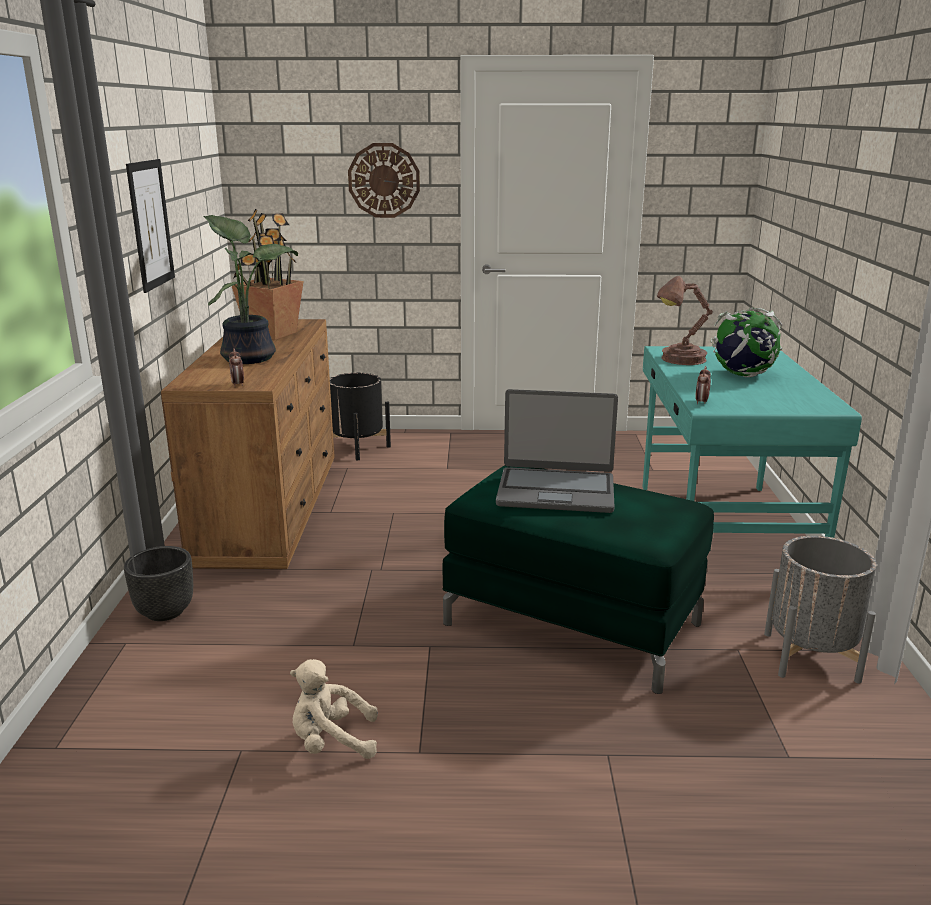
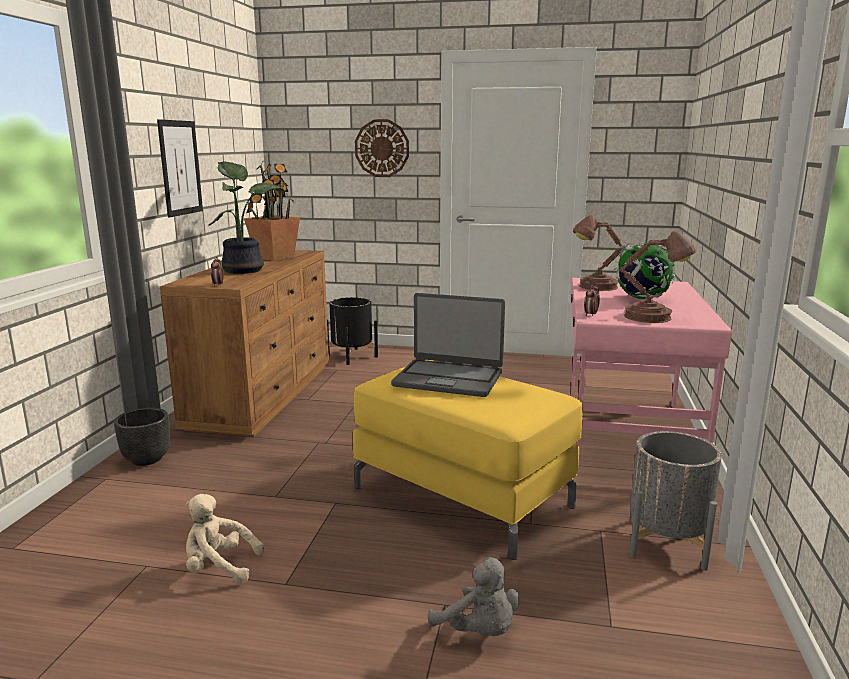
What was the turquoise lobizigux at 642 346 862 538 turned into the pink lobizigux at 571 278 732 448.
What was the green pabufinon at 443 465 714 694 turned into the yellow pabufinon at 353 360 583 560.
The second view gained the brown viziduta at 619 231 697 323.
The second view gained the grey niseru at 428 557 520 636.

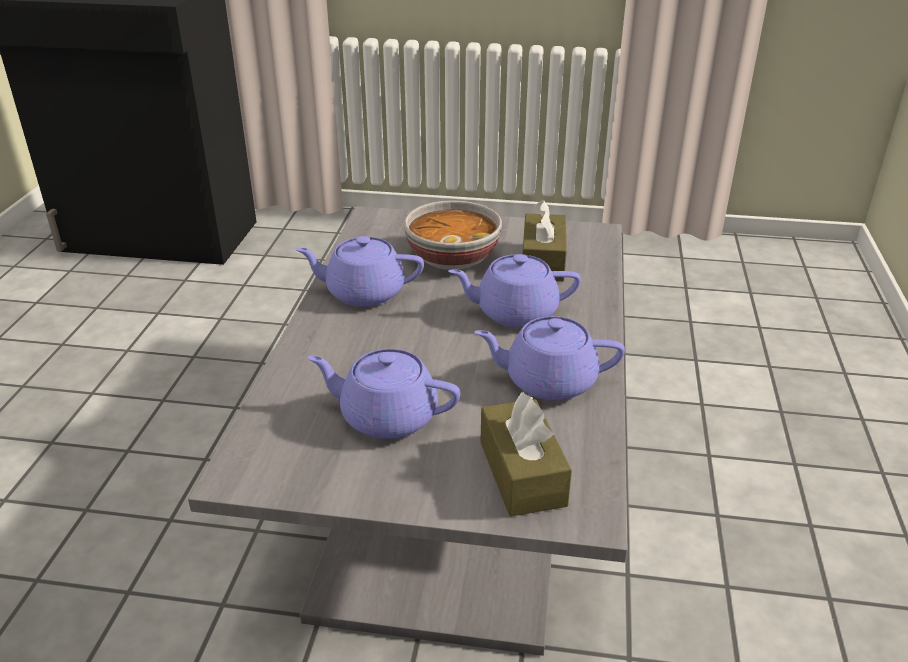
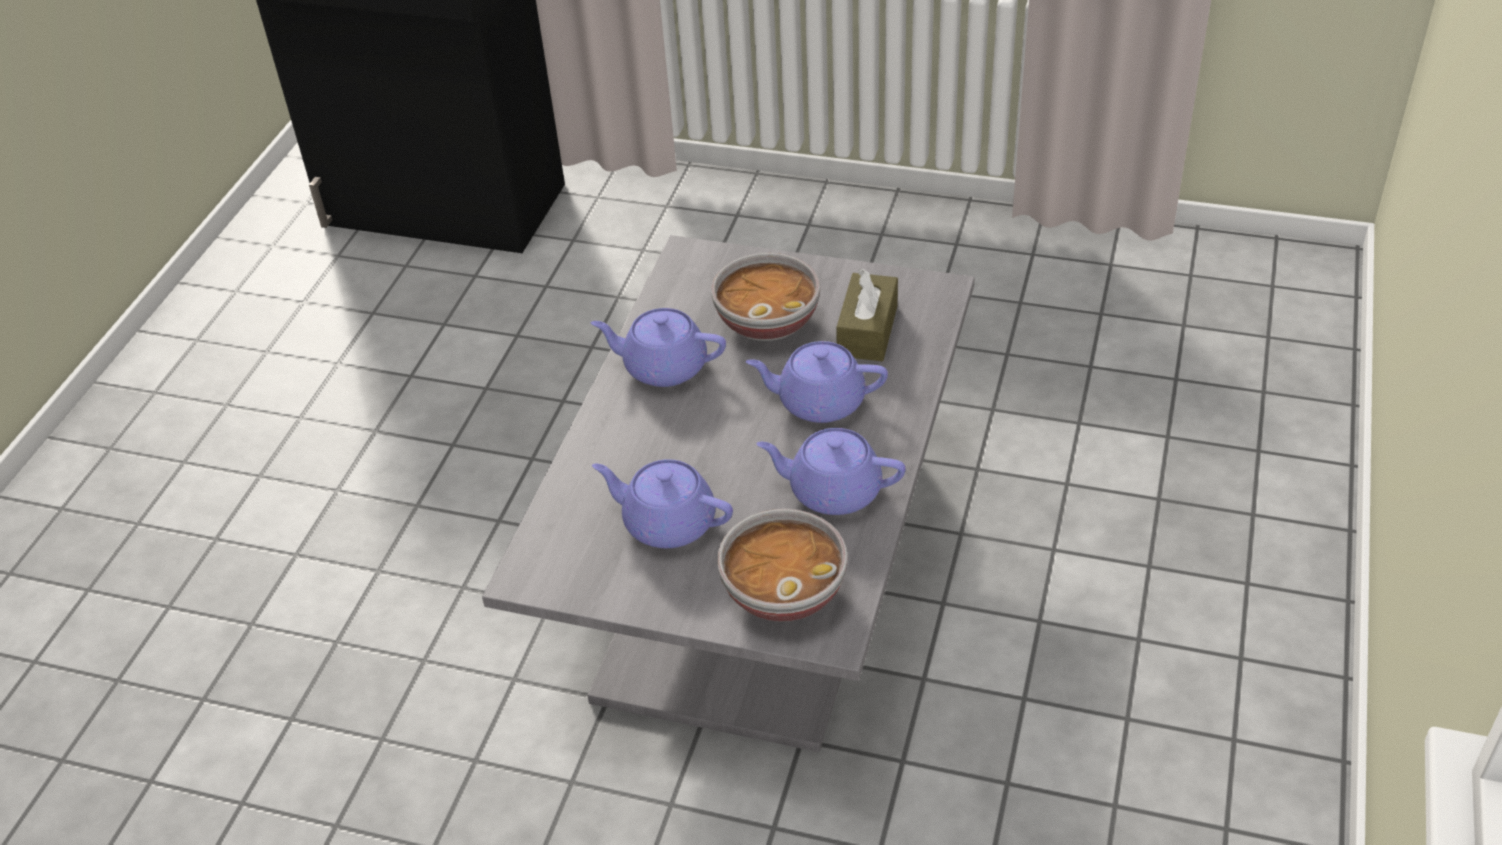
Where the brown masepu stood at 480 392 572 517, the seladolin came to stand at 717 509 848 621.

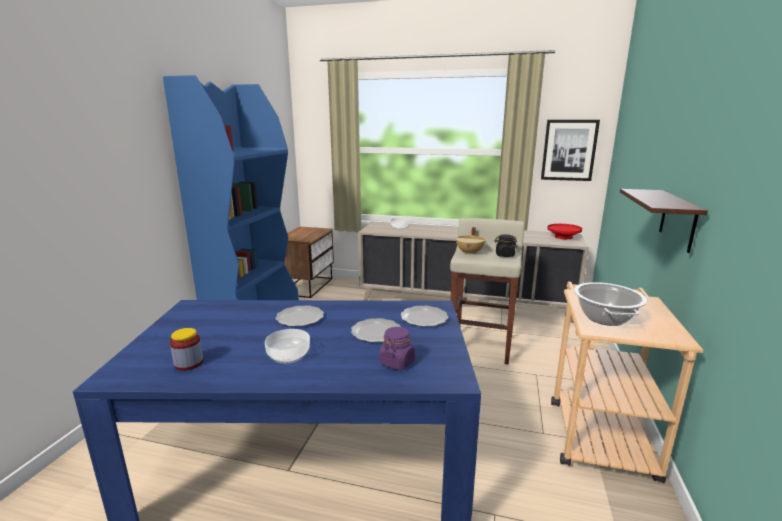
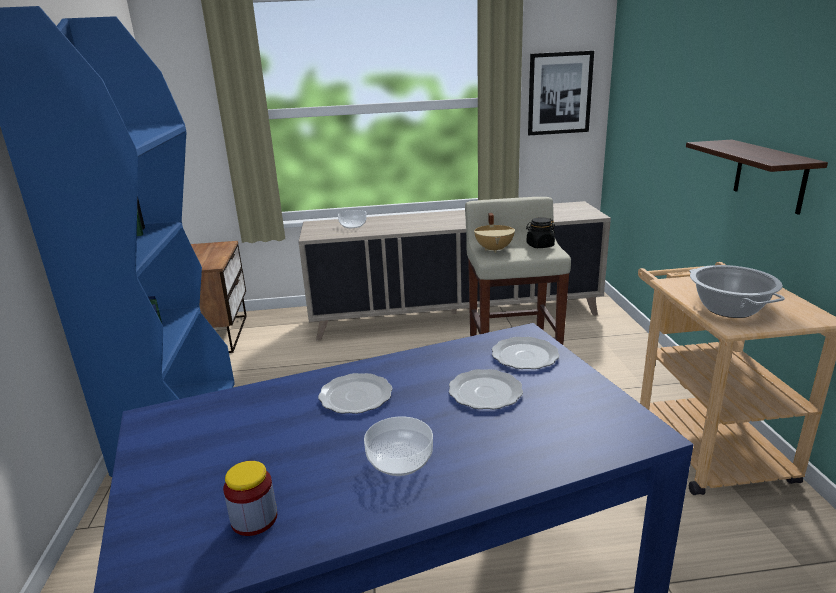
The second view lost the red seladolin at 547 224 582 239.
The second view lost the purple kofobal at 379 327 415 370.

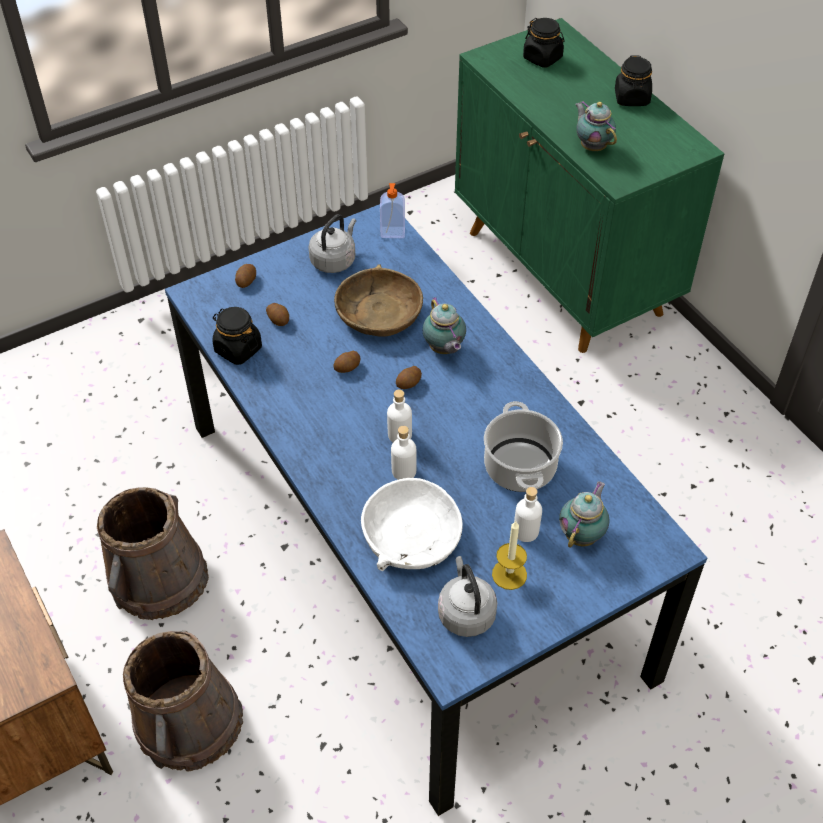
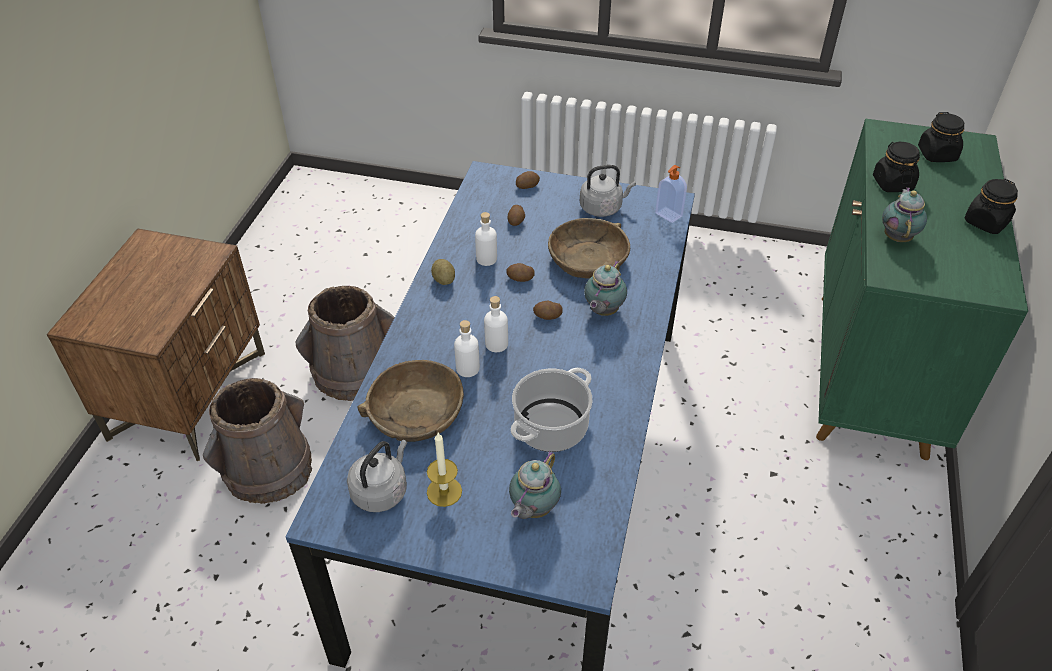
The black kofobal ended up elsewhere, having gone from 213 307 262 365 to 873 141 920 192.
What was the white seladolin at 361 478 463 571 turned into the brown seladolin at 358 360 464 442.
The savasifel at 559 481 609 548 ended up facing another way, 135 degrees clockwise from before.
The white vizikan ended up elsewhere, having gone from 514 487 542 542 to 475 212 497 266.
The second view gained the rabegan at 431 259 455 285.

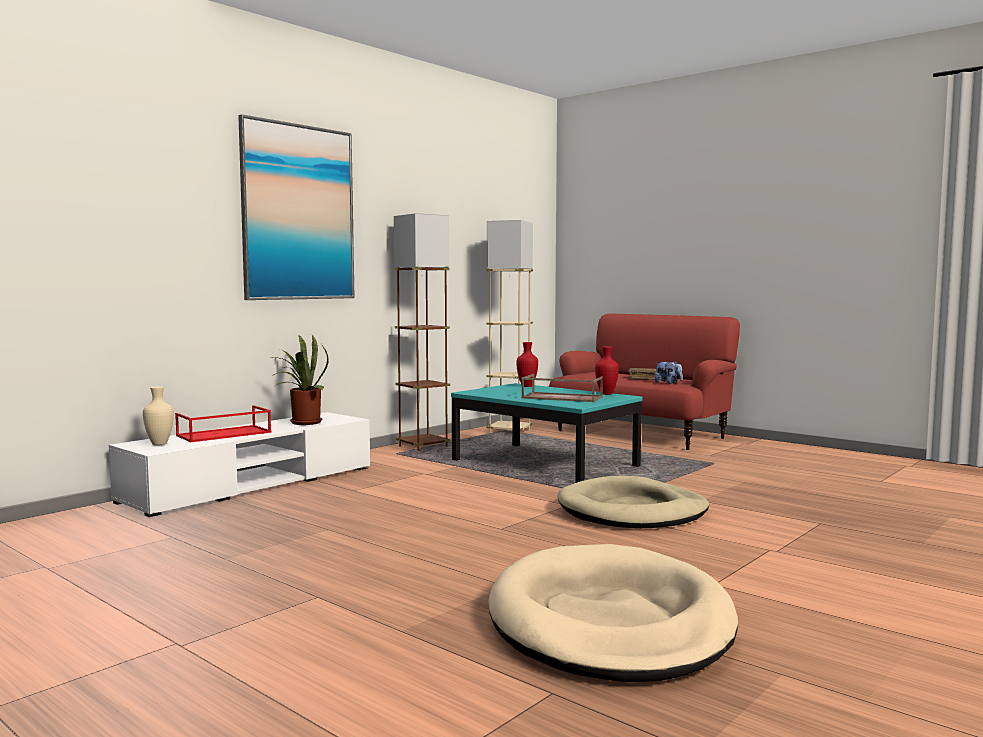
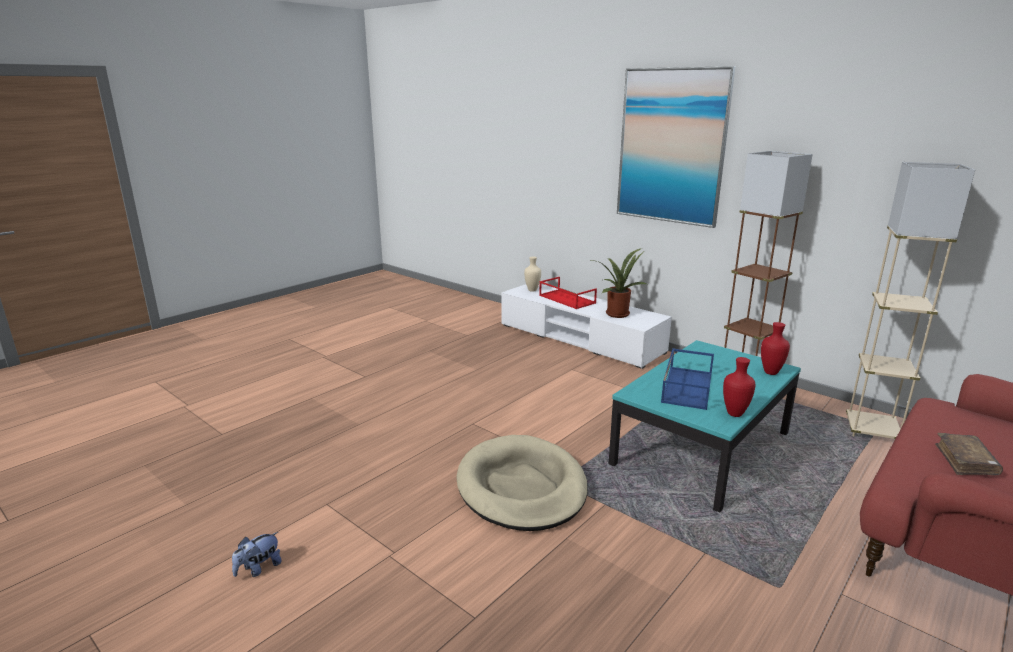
The niseru ended up elsewhere, having gone from 655 361 683 384 to 232 532 282 577.
What was the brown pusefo at 521 374 603 402 turned into the blue pusefo at 661 348 714 410.
The second view lost the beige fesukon at 488 544 738 682.

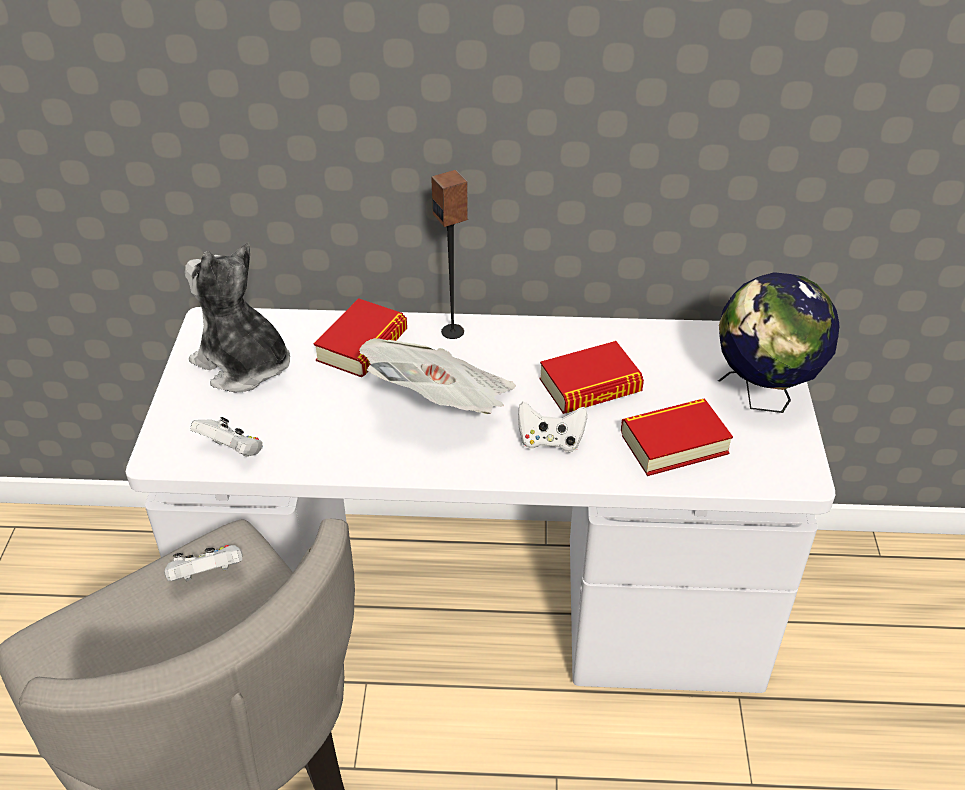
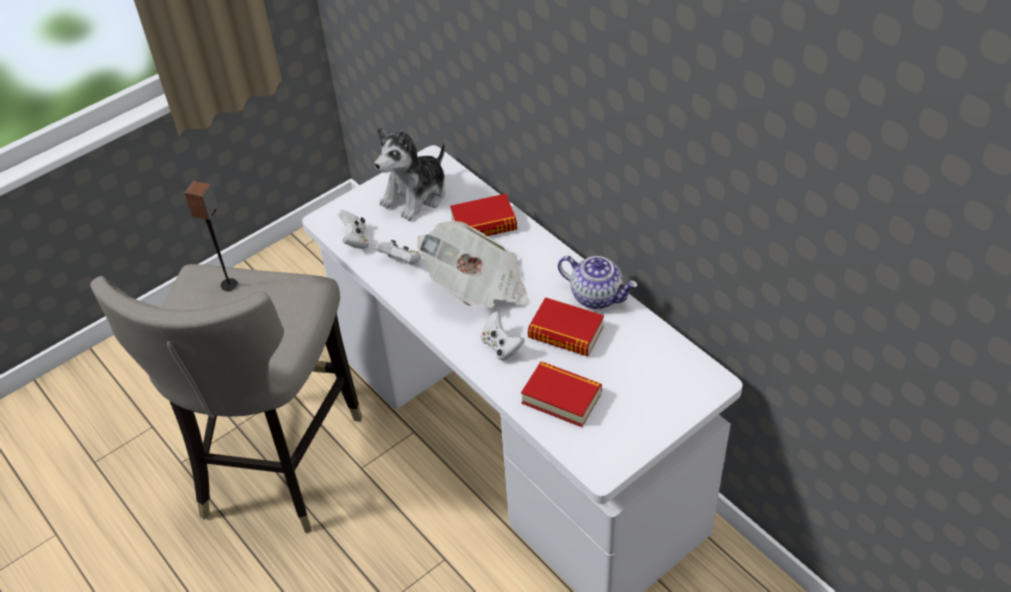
The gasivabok ended up elsewhere, having gone from 431 170 468 339 to 185 181 238 291.
The niseru at 185 243 290 392 ended up facing another way, 135 degrees counterclockwise from before.
The second view lost the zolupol at 718 272 840 413.
The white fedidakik ended up elsewhere, having gone from 164 545 243 581 to 374 240 421 265.
The second view gained the savasifel at 558 256 638 309.

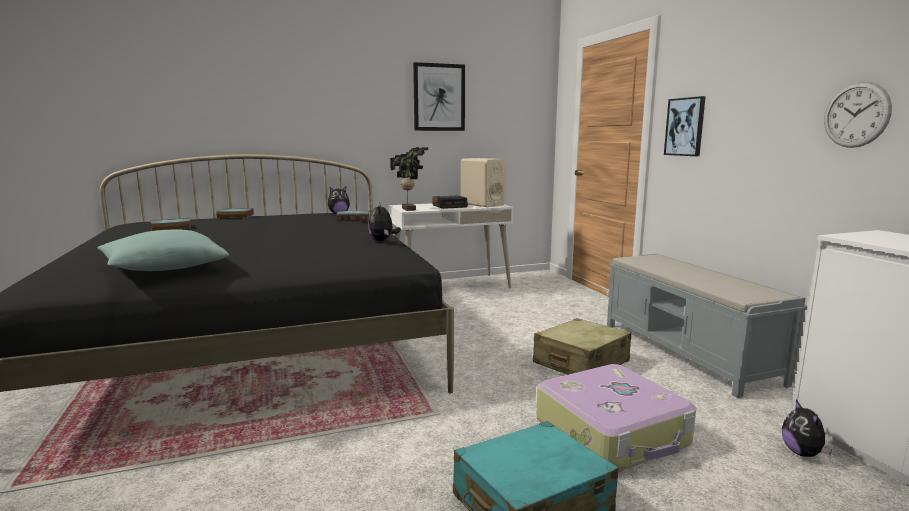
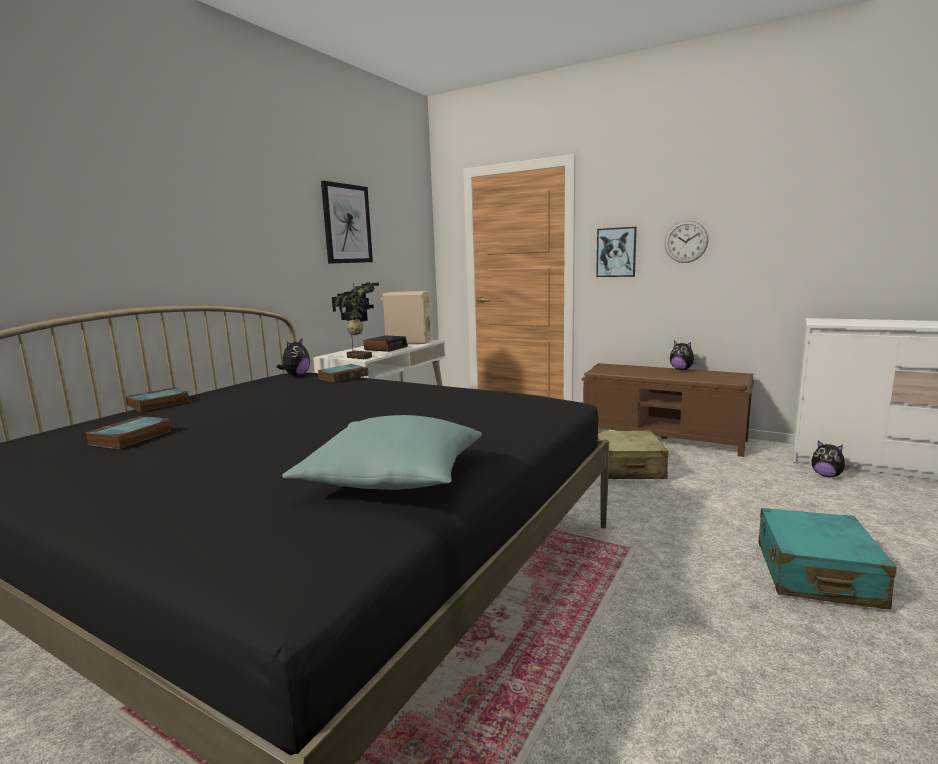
The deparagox ended up elsewhere, having gone from 824 82 892 148 to 665 221 709 263.
The niseru ended up elsewhere, having gone from 368 203 401 241 to 670 341 698 370.
What was the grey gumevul at 607 254 807 398 turned into the brown gumevul at 582 363 755 457.
The second view lost the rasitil at 536 364 696 472.

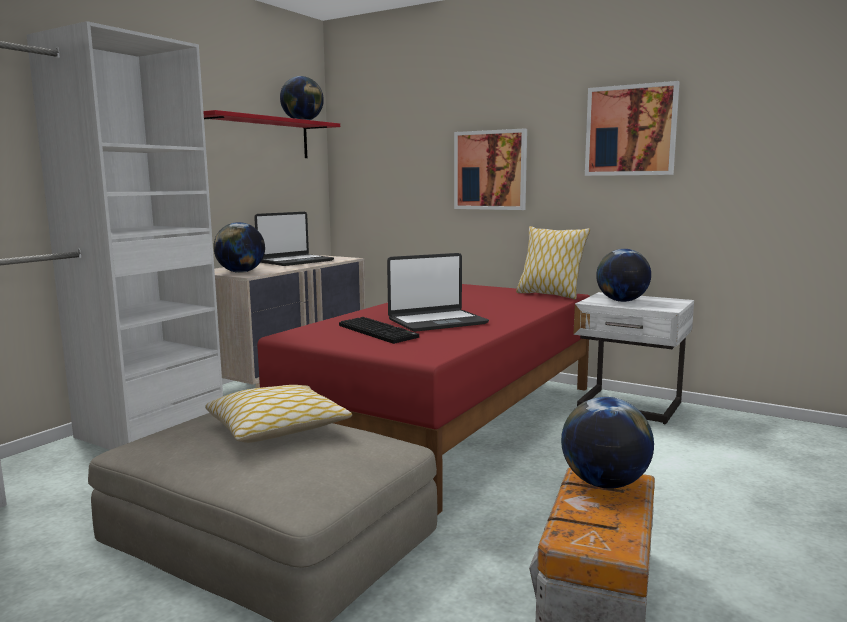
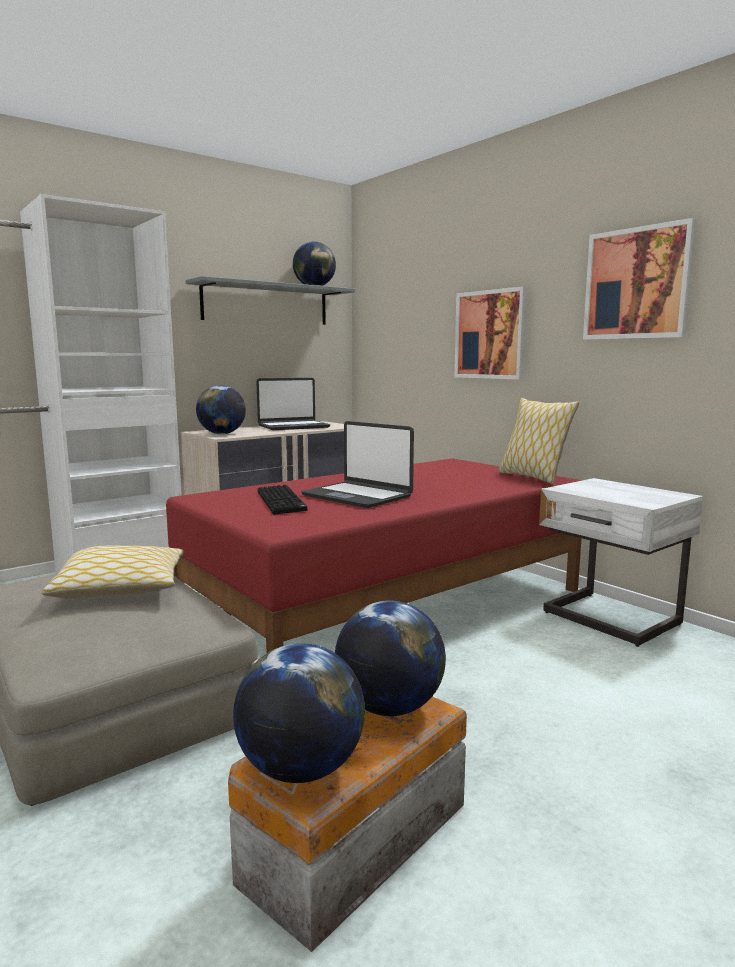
What was the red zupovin at 203 110 340 158 turned into the grey zupovin at 186 276 355 325.
The zolupol ended up elsewhere, having gone from 596 249 651 302 to 233 643 365 783.
The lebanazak at 387 253 489 332 ended up facing another way, 45 degrees clockwise from before.

